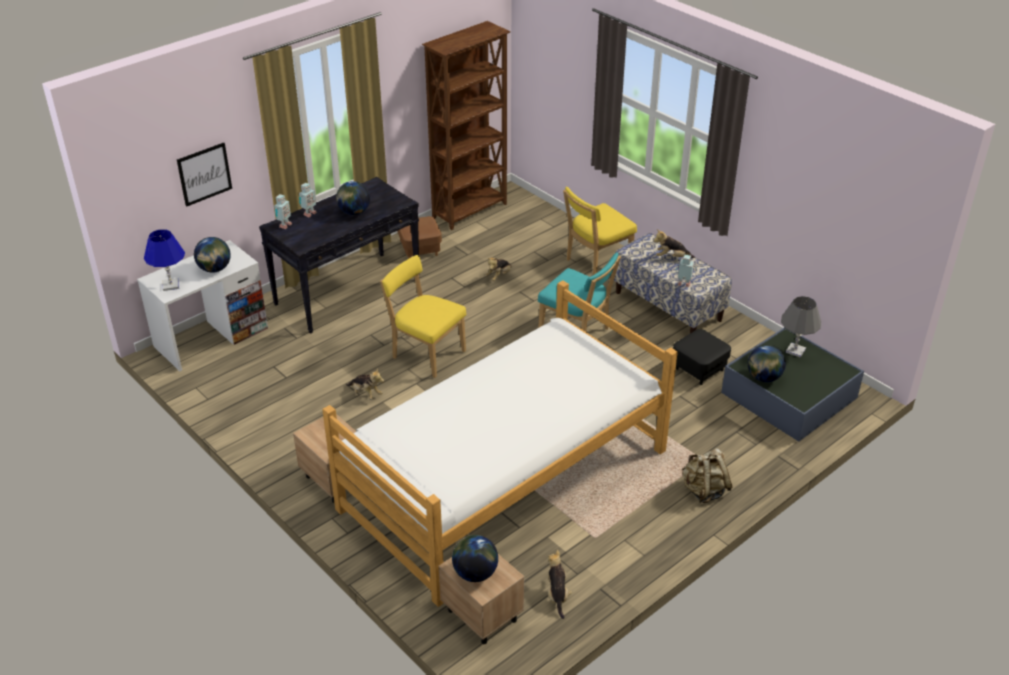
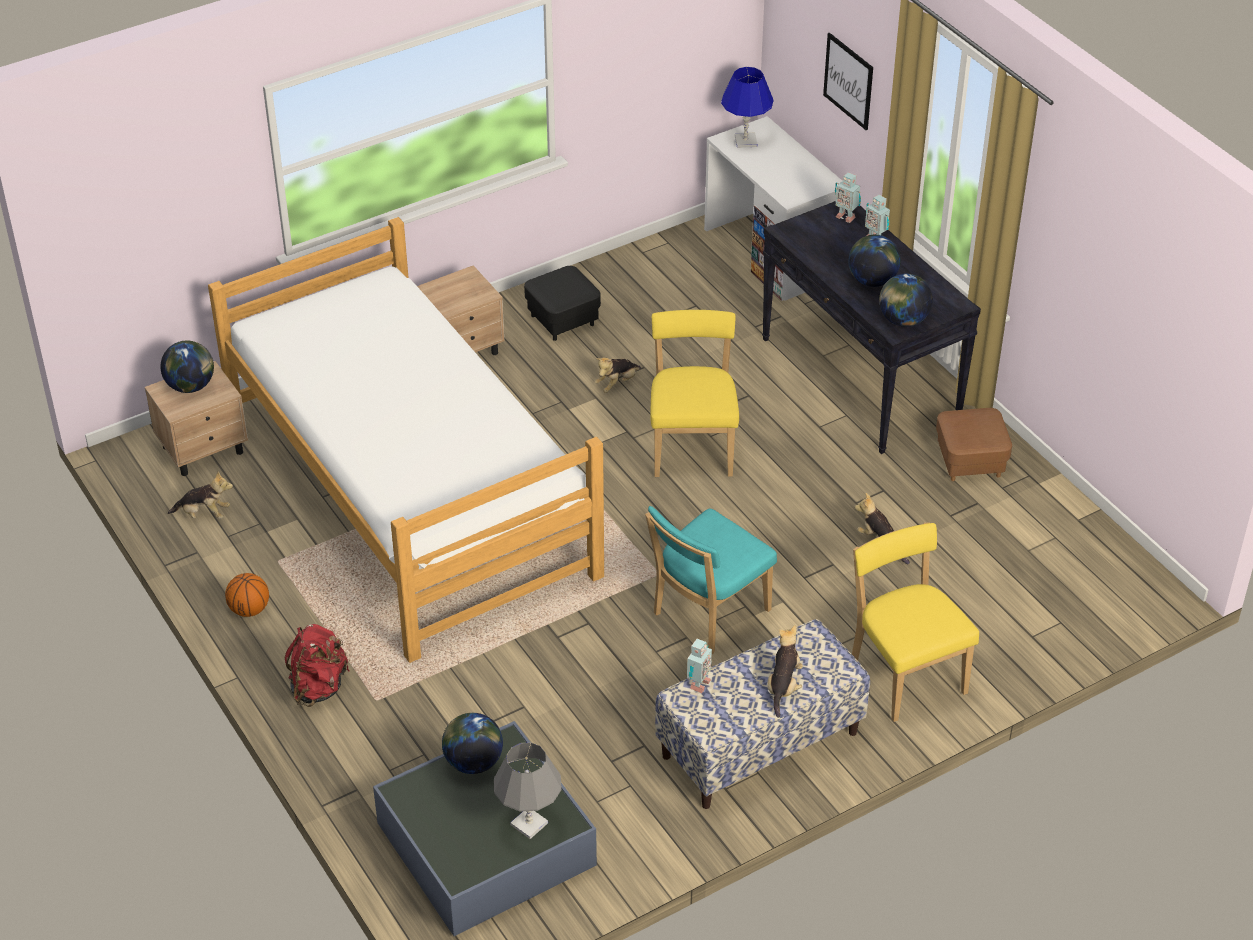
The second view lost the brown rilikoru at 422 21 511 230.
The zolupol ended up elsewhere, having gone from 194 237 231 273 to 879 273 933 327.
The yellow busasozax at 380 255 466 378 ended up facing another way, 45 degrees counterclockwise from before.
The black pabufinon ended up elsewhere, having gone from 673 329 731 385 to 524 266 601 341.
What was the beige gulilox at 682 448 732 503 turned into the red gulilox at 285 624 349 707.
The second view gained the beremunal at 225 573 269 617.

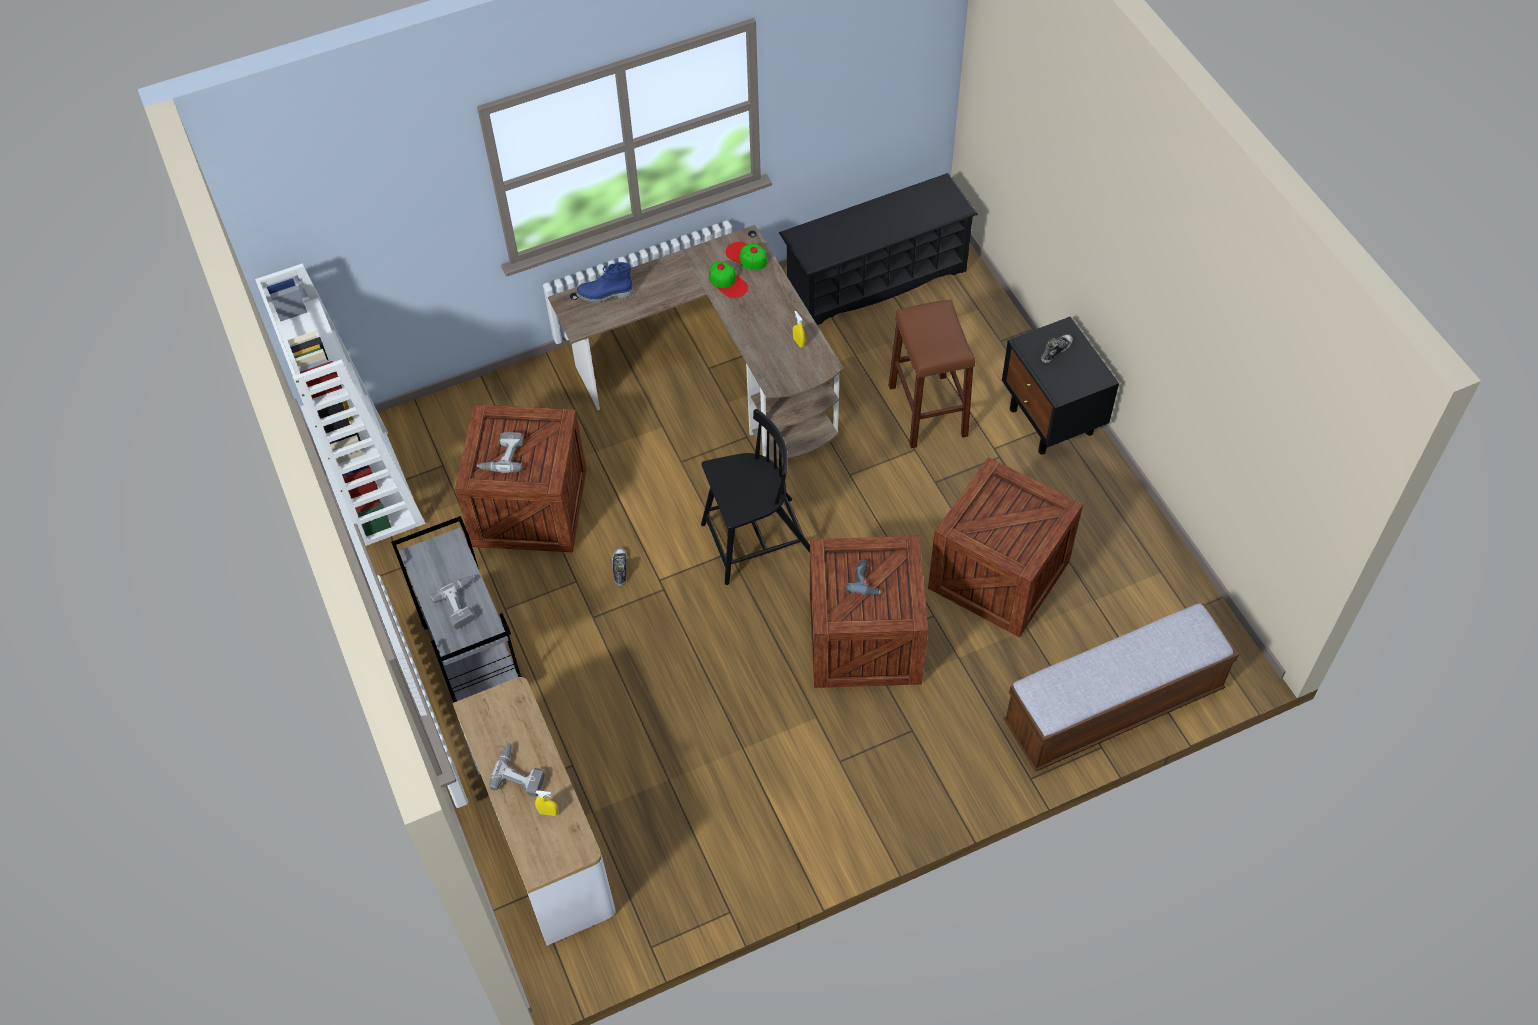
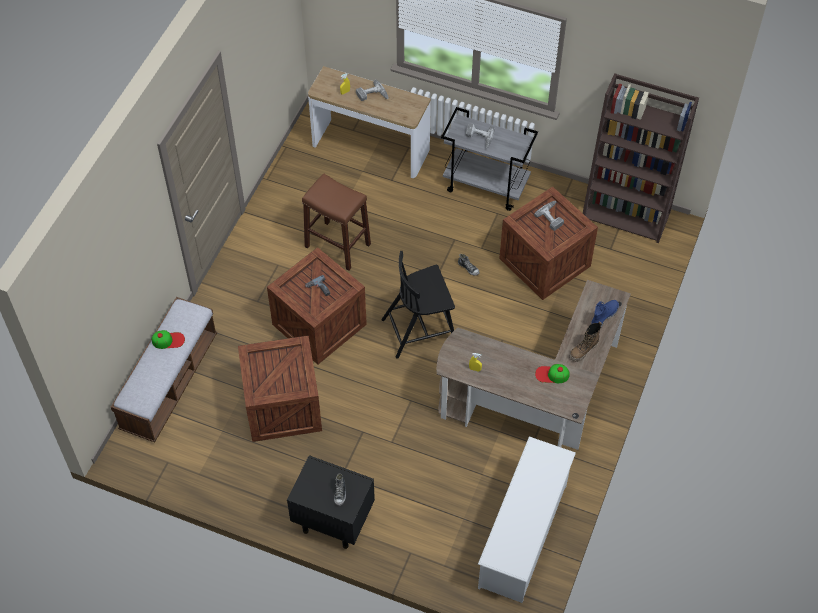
What was the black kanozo at 779 173 978 325 turned into the white kanozo at 478 436 576 603.
The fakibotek ended up elsewhere, having gone from 725 242 767 270 to 152 330 185 349.
What was the white rilikoru at 255 263 426 546 turned into the brown rilikoru at 583 73 699 243.
The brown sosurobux ended up elsewhere, having gone from 888 300 975 448 to 302 174 371 271.
The black busasozax at 701 409 810 585 ended up facing another way, 45 degrees clockwise from before.
The second view gained the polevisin at 570 321 602 362.

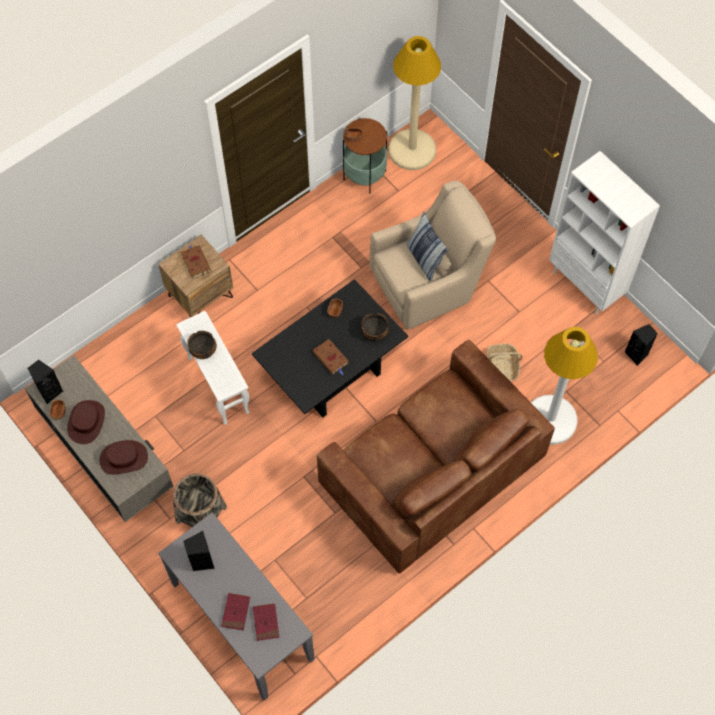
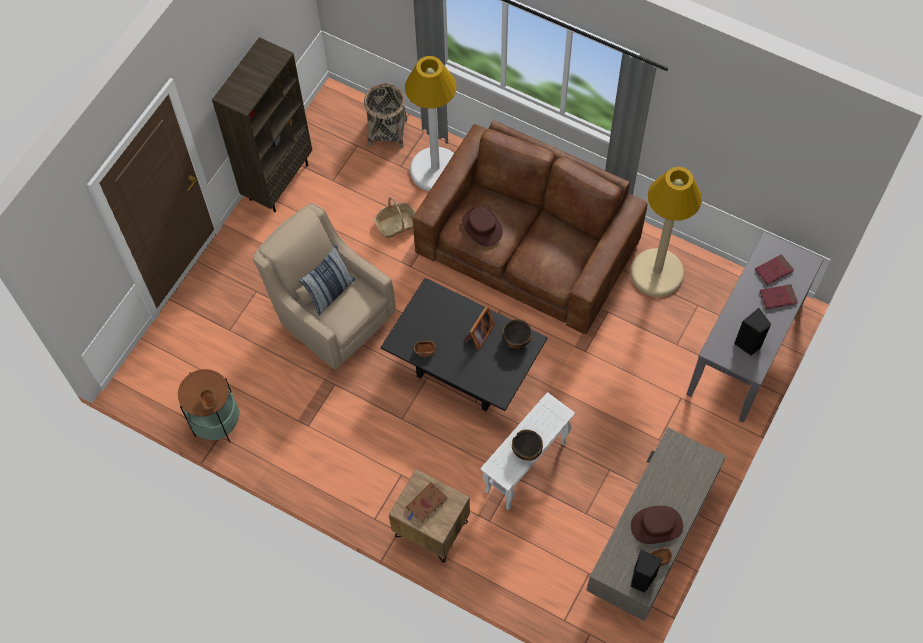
The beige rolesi ended up elsewhere, having gone from 388 36 441 170 to 630 167 702 297.
What was the white rilikoru at 549 151 660 314 turned into the brown rilikoru at 212 37 312 213.
The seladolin ended up elsewhere, having gone from 361 313 389 340 to 502 319 532 349.
The second view lost the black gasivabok at 625 324 658 366.
Where the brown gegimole stood at 312 339 348 375, the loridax came to stand at 464 306 495 350.
The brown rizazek ended up elsewhere, having gone from 100 440 148 474 to 462 207 503 246.
The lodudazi ended up elsewhere, having gone from 173 473 227 527 to 364 84 407 148.

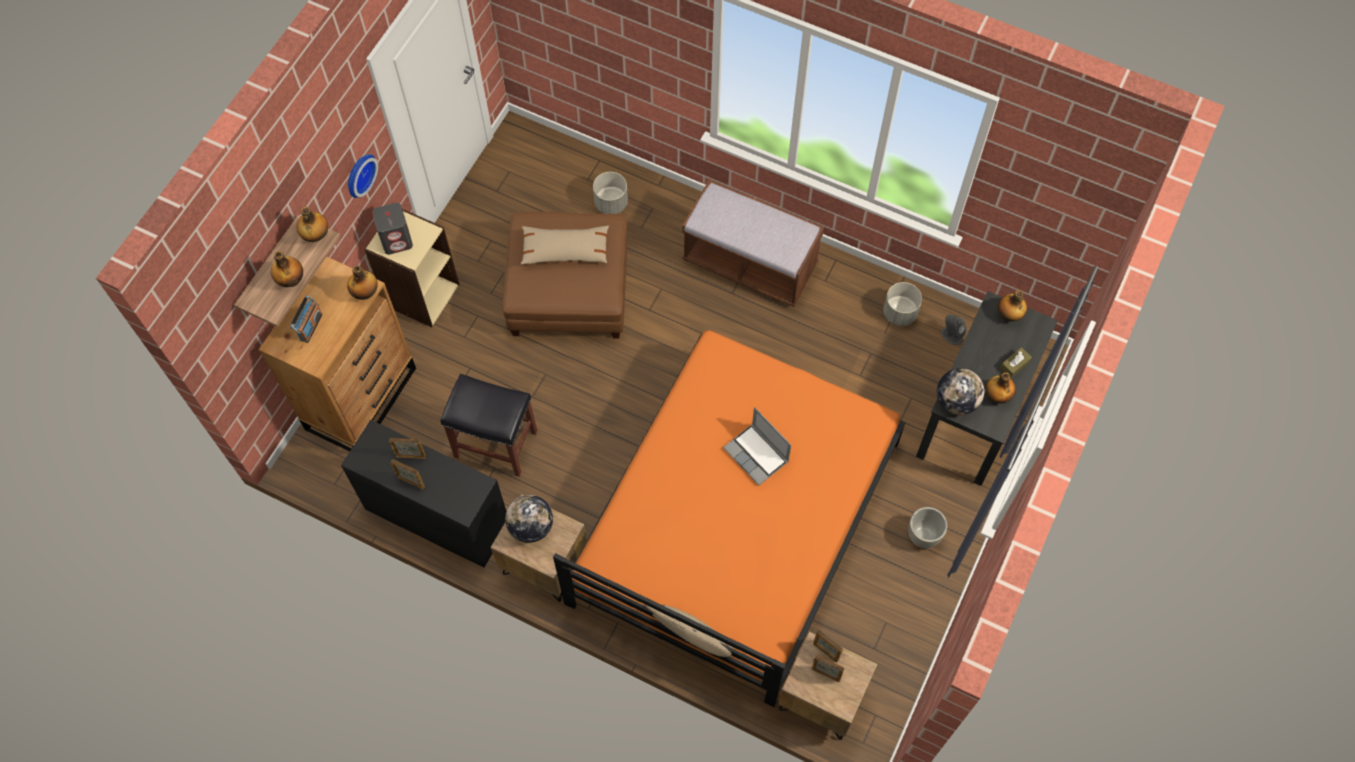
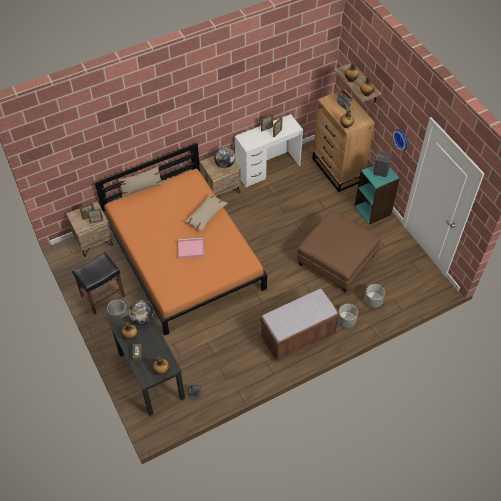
What was the beige rilikoru at 365 209 460 327 turned into the turquoise rilikoru at 355 164 400 225.
The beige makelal ended up elsewhere, having gone from 521 226 609 265 to 184 193 228 232.
The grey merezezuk ended up elsewhere, having gone from 883 282 922 326 to 338 304 358 328.
The black sosurobux ended up elsewhere, having gone from 440 374 537 477 to 72 252 125 315.
Where the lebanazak stood at 723 407 791 486, the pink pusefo came to stand at 178 238 205 259.
What was the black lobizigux at 341 420 506 568 turned into the white lobizigux at 235 114 303 187.

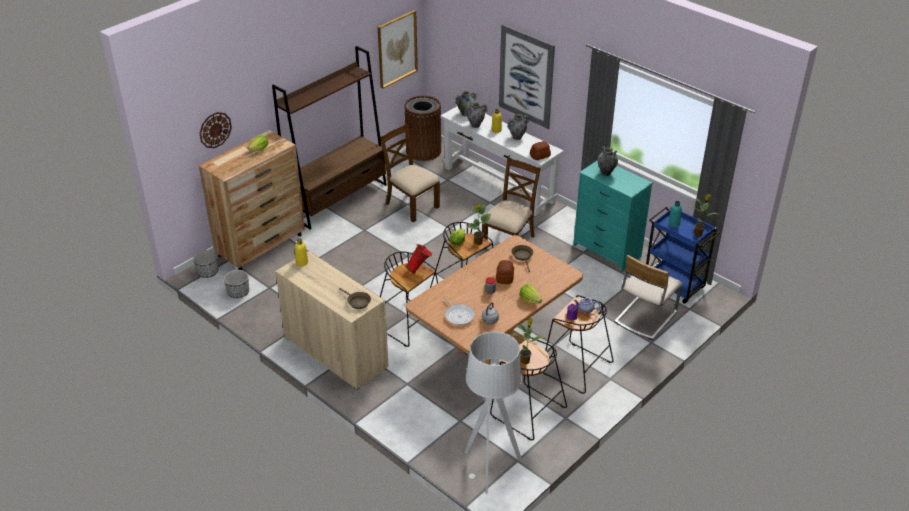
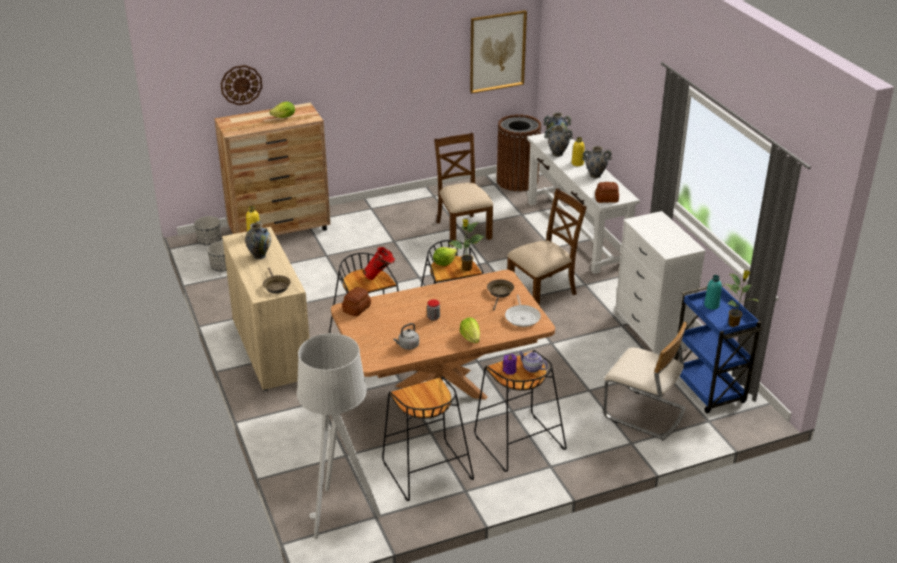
The second view lost the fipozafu at 499 24 555 129.
The second view lost the brown rilikoru at 272 46 387 229.
The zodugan ended up elsewhere, having gone from 598 146 618 176 to 245 220 271 259.
What was the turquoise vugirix at 573 160 653 272 turned into the white vugirix at 615 211 706 355.
The beige busasozax at 614 255 683 340 ended up facing another way, 120 degrees counterclockwise from before.
The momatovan ended up elsewhere, having gone from 496 260 514 284 to 342 287 371 316.
The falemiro ended up elsewhere, having gone from 444 296 475 325 to 505 294 541 327.
The second view lost the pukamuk at 512 318 544 365.

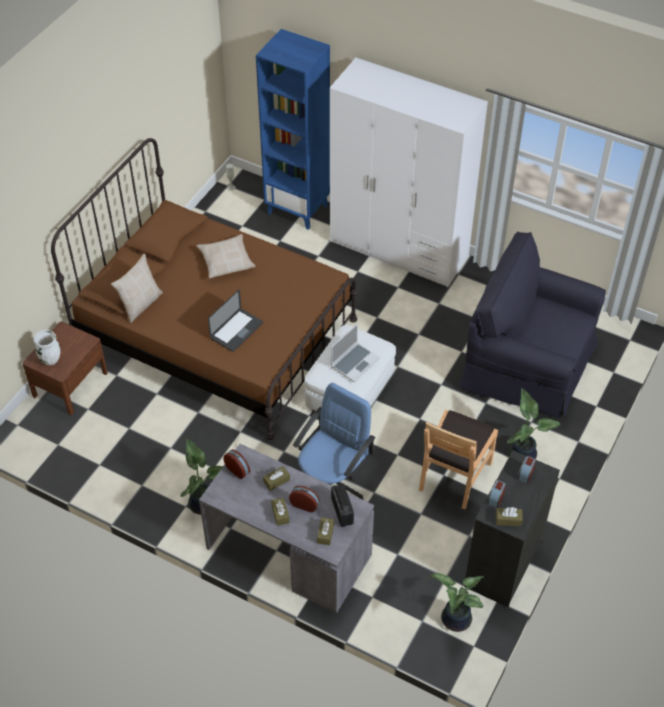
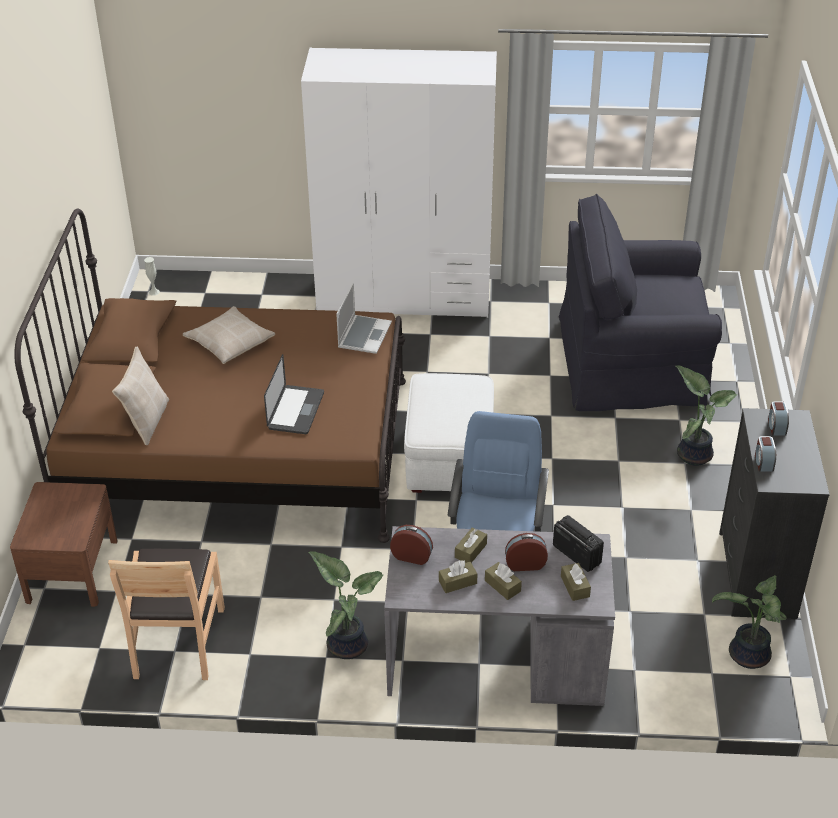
The second view lost the blue rilikoru at 256 29 330 230.
The lebanazak ended up elsewhere, having gone from 331 323 380 382 to 336 283 392 354.
The second view lost the white zodugan at 33 330 60 365.
The brown busasozax ended up elsewhere, having gone from 419 409 498 509 to 108 549 225 680.
The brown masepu ended up elsewhere, having gone from 496 507 523 526 to 439 560 477 593.

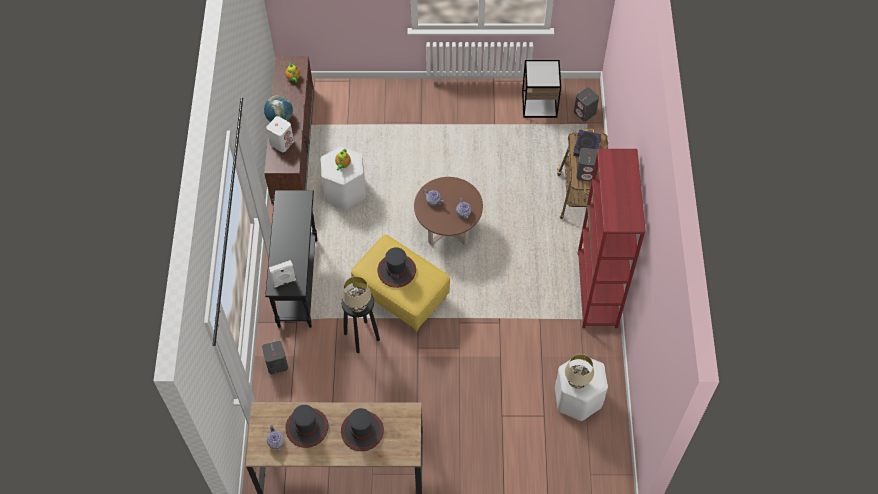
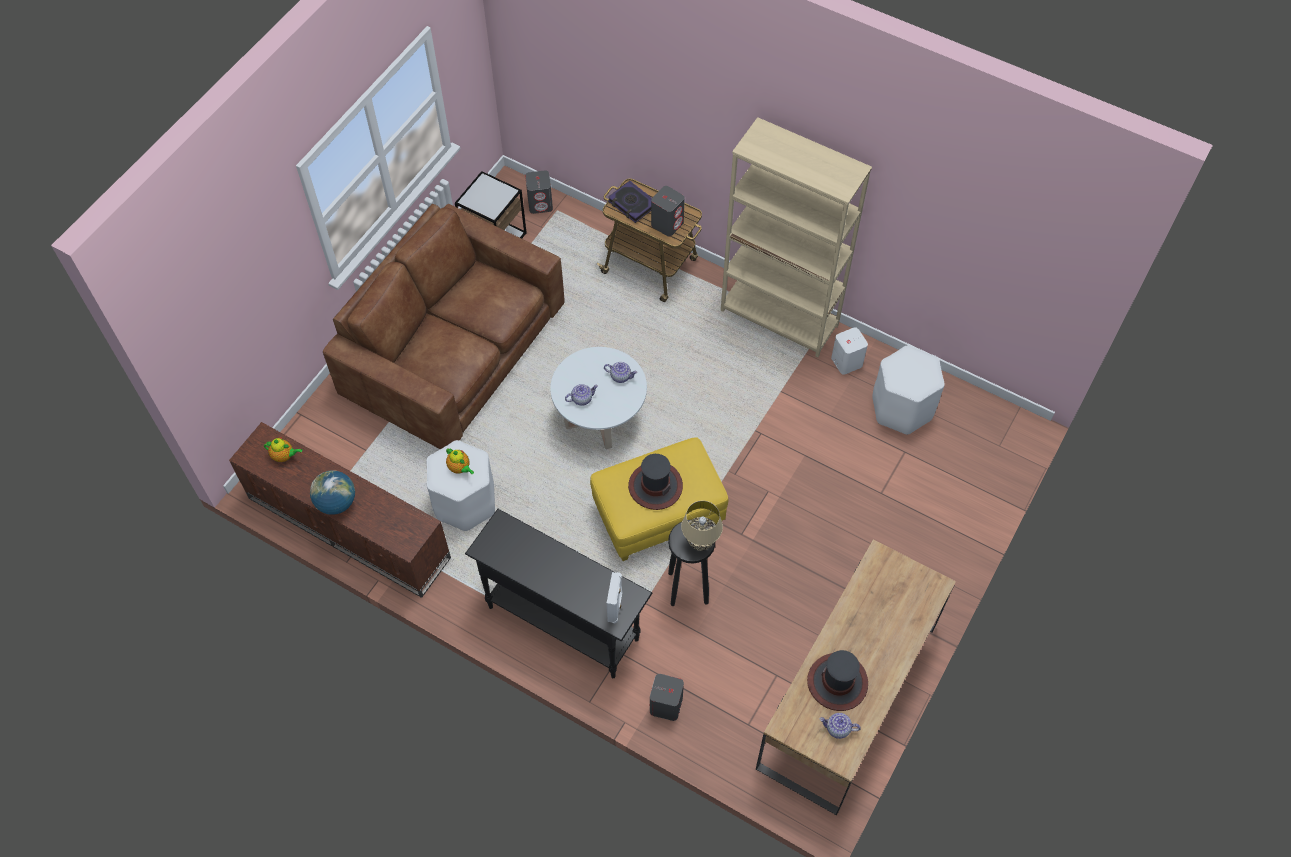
The white gasivabok ended up elsewhere, having gone from 266 116 294 152 to 831 327 868 375.
What was the red rilikoru at 578 149 646 328 turned into the beige rilikoru at 721 117 872 357.
What was the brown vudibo at 414 177 483 245 turned into the white vudibo at 550 347 647 449.
The second view lost the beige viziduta at 565 354 594 389.
The second view lost the rizazek at 341 408 384 451.
The second view gained the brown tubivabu at 323 204 565 449.

